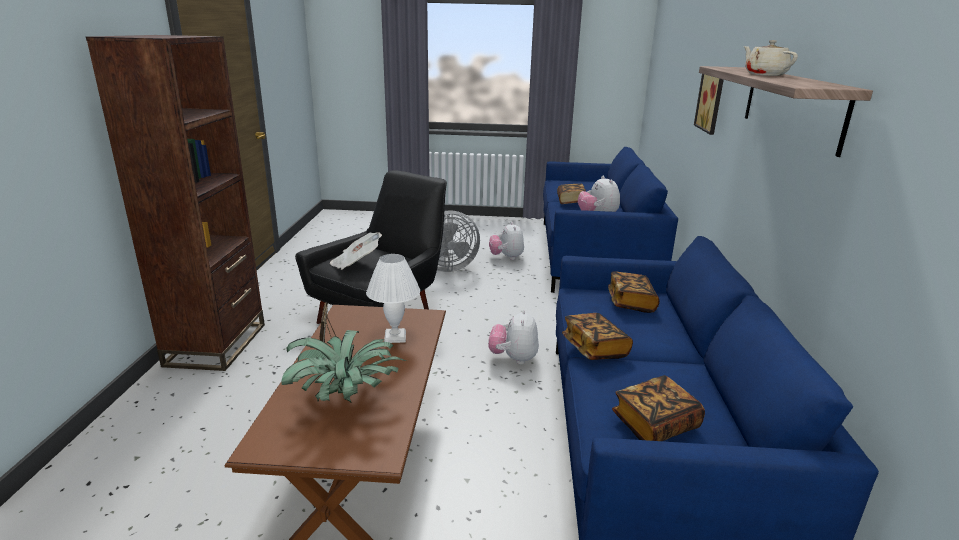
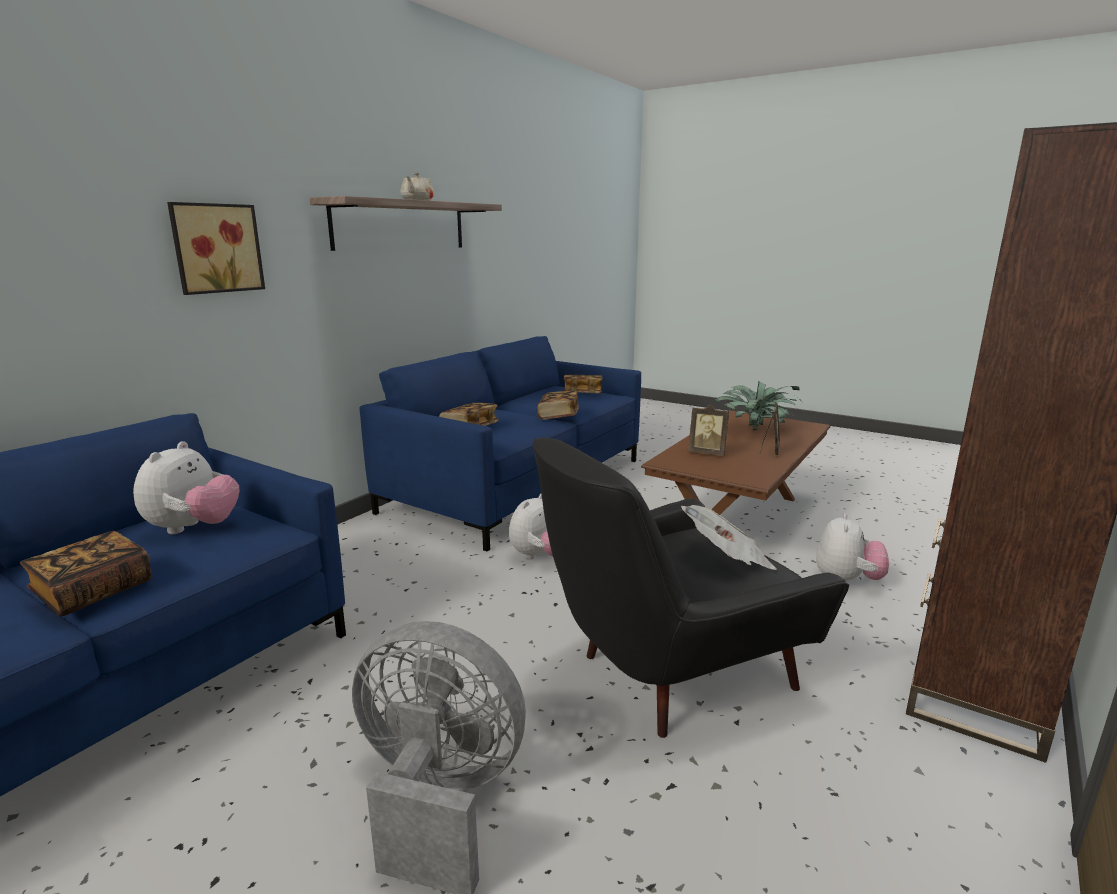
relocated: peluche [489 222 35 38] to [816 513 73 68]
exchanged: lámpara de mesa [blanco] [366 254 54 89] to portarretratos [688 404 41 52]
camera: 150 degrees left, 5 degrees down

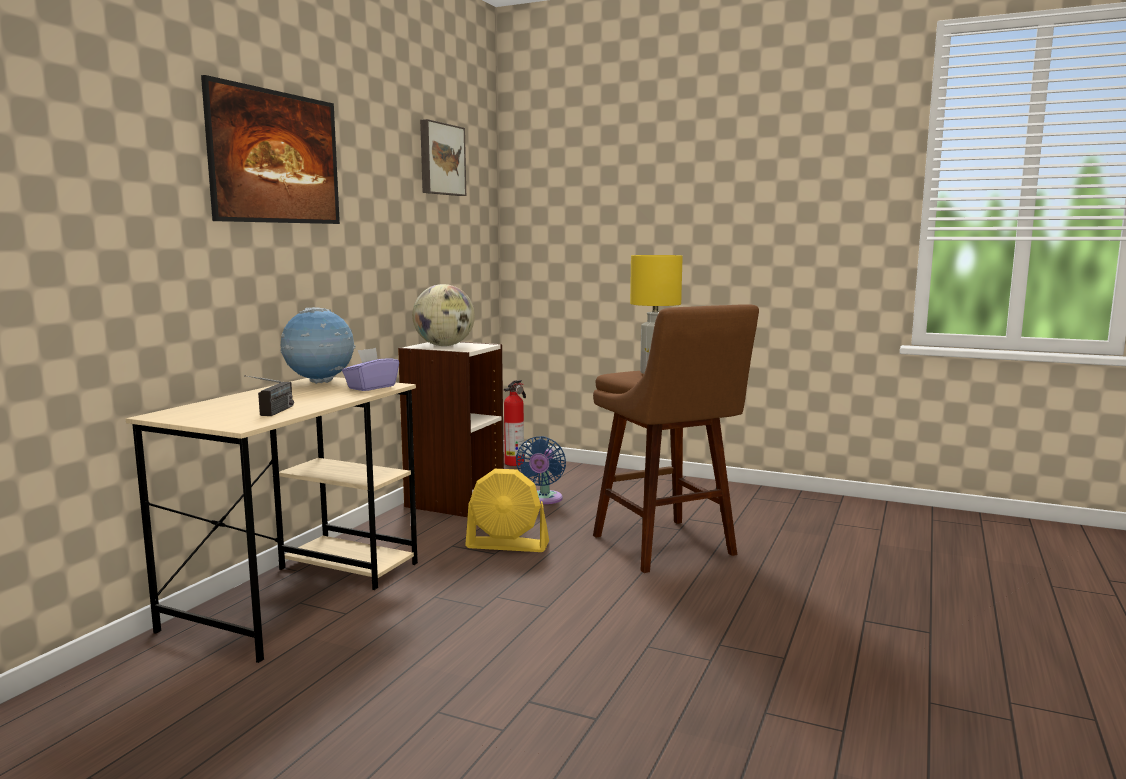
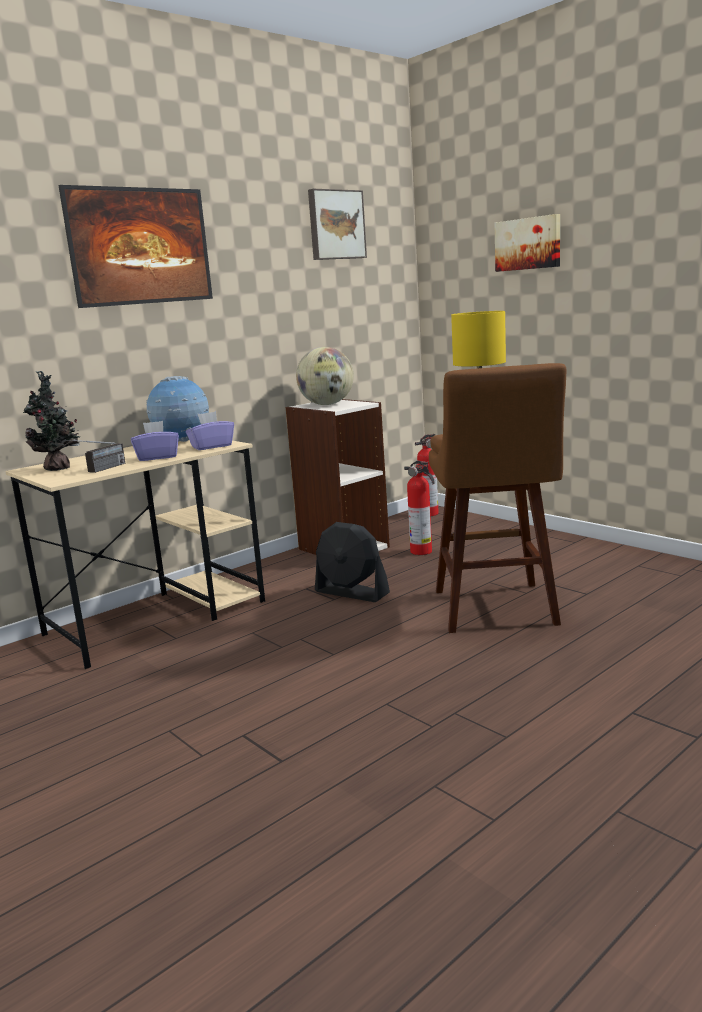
appeared: cuadro [495 214 65 58]; planta en maceta [23 371 57 100]; caja de pañuelos [morado] [131 421 48 40]
exchanged: ventilador [azul] [516 436 50 68] to extintor [404 460 30 95]
colour: ventilador [amarillo] [465 469 84 83] to ventilador [negro] [315 522 75 80]
camera: 25 degrees right, 5 degrees up

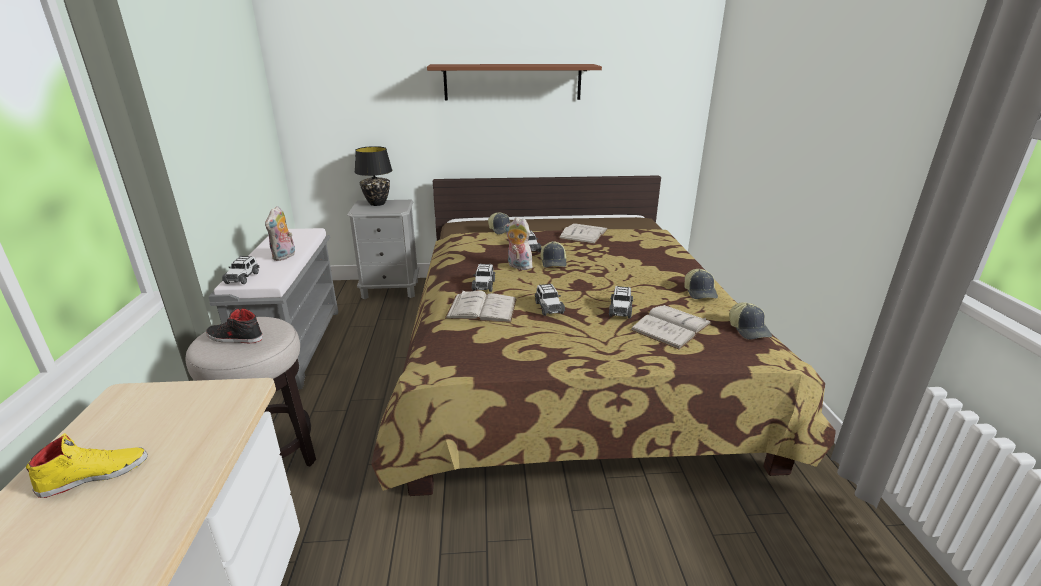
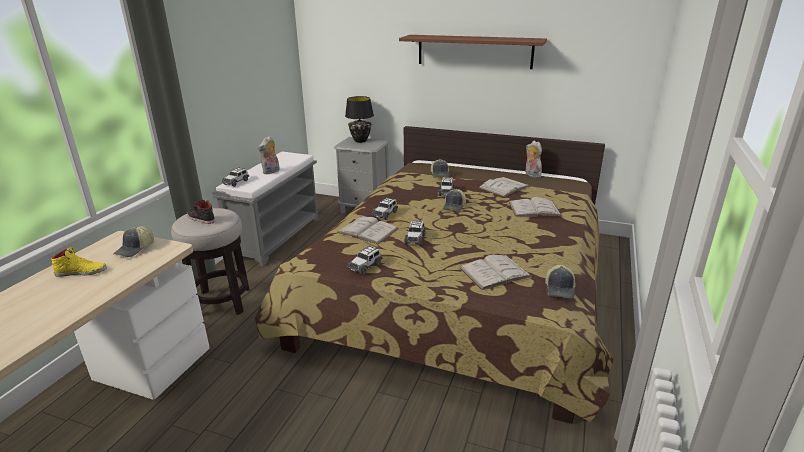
appeared: libro [blanco] [509 197 53 20]
relocated: peluche [505 217 28 53] to [525 141 17 37]; gorra [684 269 34 30] to [113 226 41 31]; coche de juguete [609 286 24 33] to [347 245 36 30]
camera: 25 degrees right, 0 degrees up

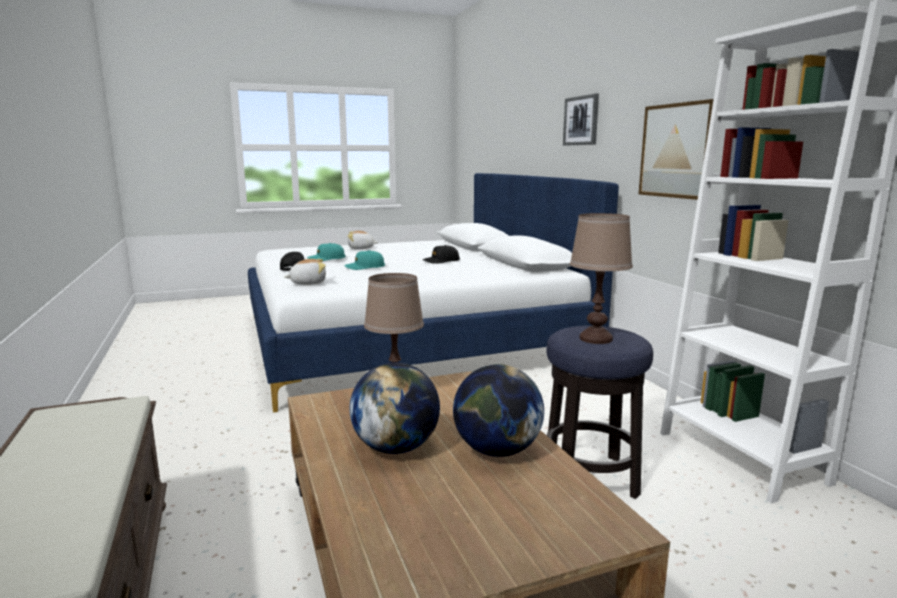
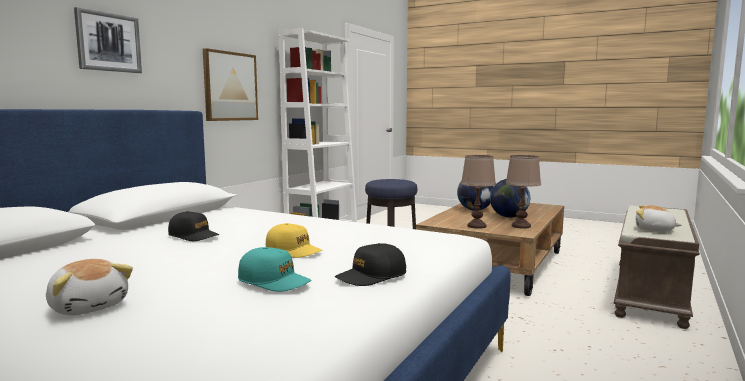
relocated: lámpara de mesa [marrón] [570 213 63 131] to [506 155 35 73]; peluche [285 259 41 26] to [636 205 46 27]
colour: gorra [turquesa] [344 250 41 20] to gorra [amarillo] [266 223 57 35]
camera: 130 degrees left, 5 degrees down

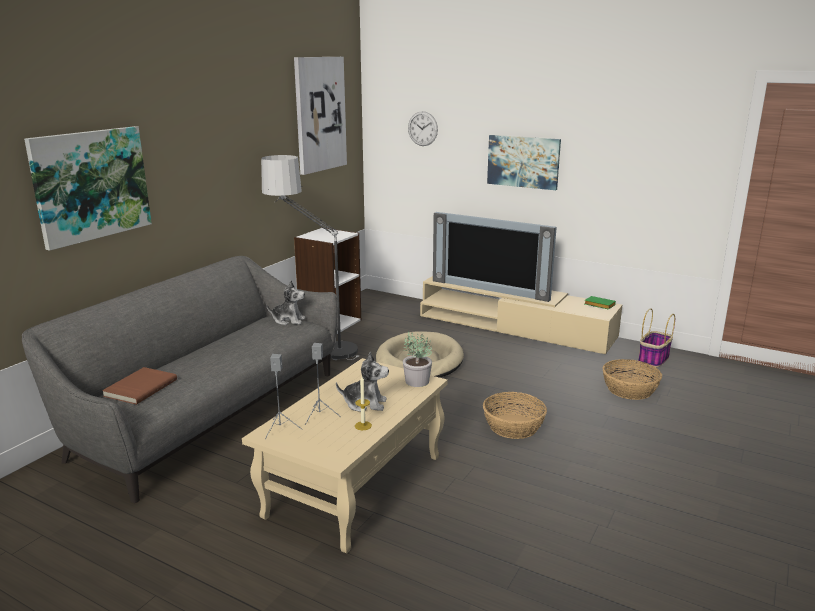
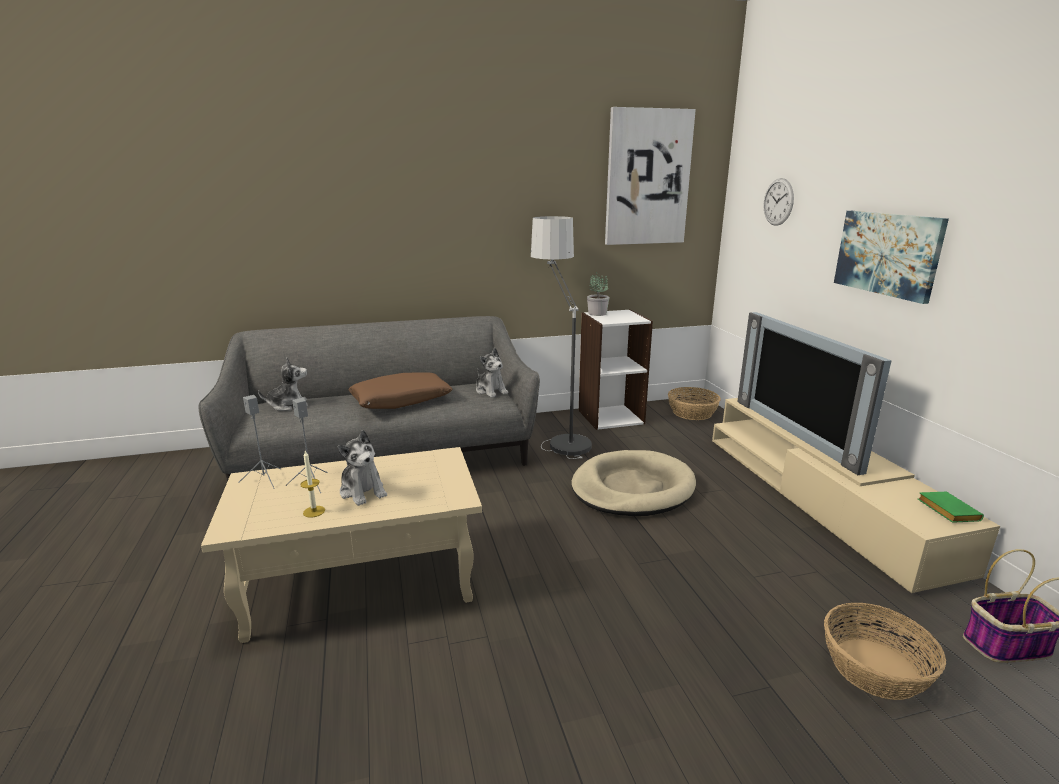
missing: cuadro [24 126 128 125]
appeared: cojín [marrón] [348 372 105 37]
relocated: planta en maceta [403 331 29 56] to [587 272 23 44]; cesta [483 392 64 47] to [668 387 53 33]
exchanged: libro [marrón] [102 367 75 38] to peluche [258 357 50 54]
camera: 45 degrees right, 0 degrees up

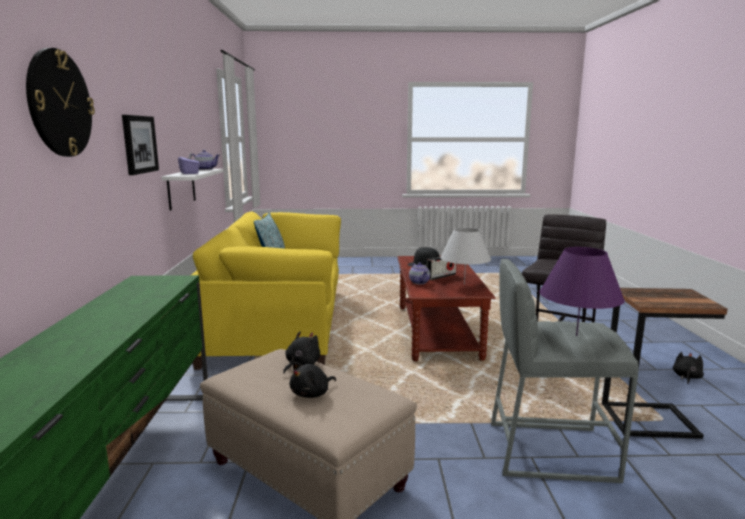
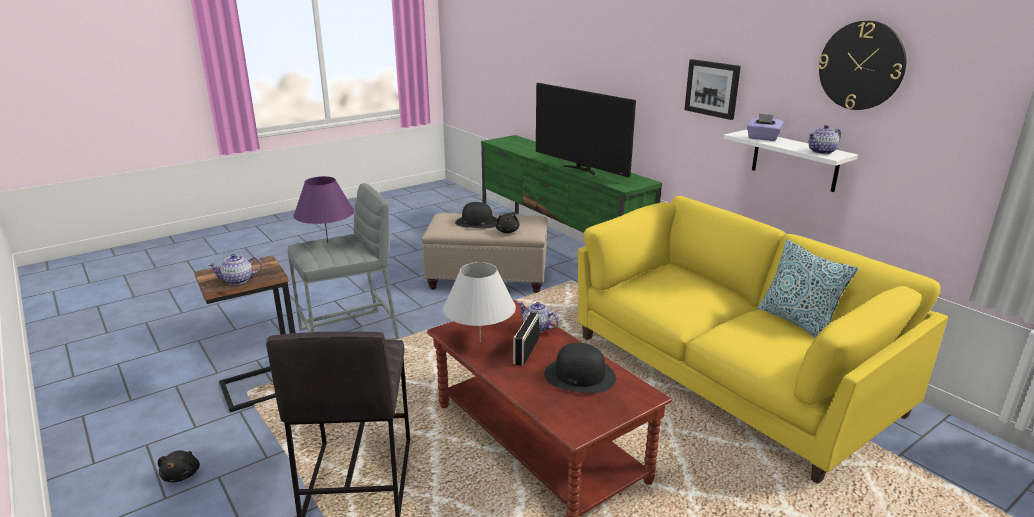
appeared: televisor [536 83 100 95]; tetera [208 254 54 31]
relocated: reloj de pared [26 48 69 109] to [818 20 88 90]
exchanged: peluche [negro] [290 362 46 36] to sombrero [negro] [455 202 42 26]
camera: 145 degrees right, 10 degrees up

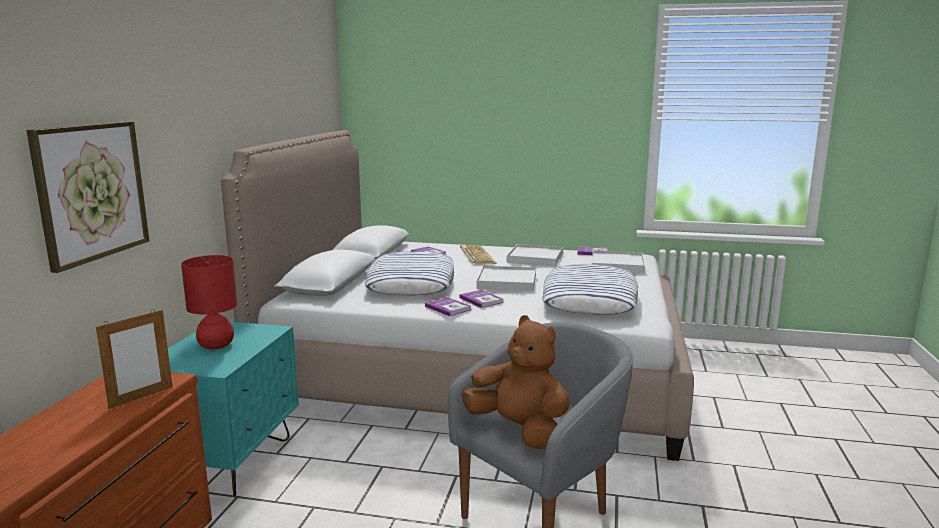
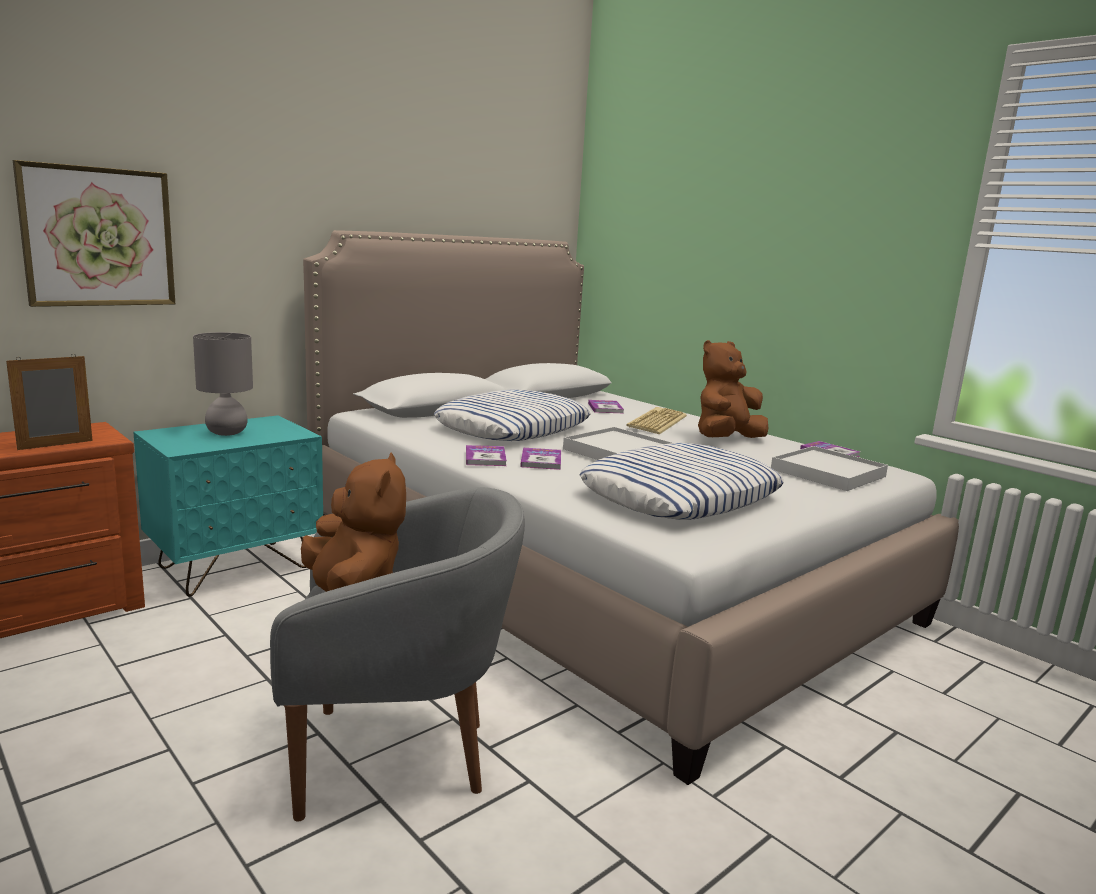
exchanged: bandeja [blanco] [506 244 57 22] to peluche [marrón] [698 340 71 98]
colour: lámpara de mesa [rojo] [181 255 56 94] to lámpara de mesa [gris] [193 332 60 104]
spun: portarretratos [96 309 77 100] = [6 355 87 95] 150 degrees clockwise
camera: 35 degrees right, 0 degrees up

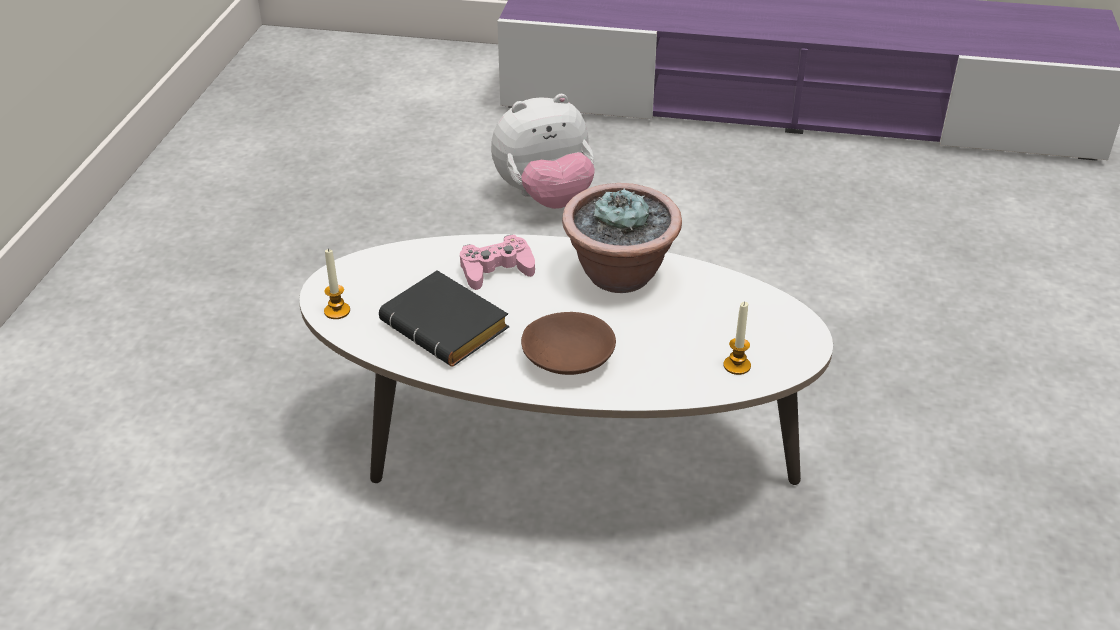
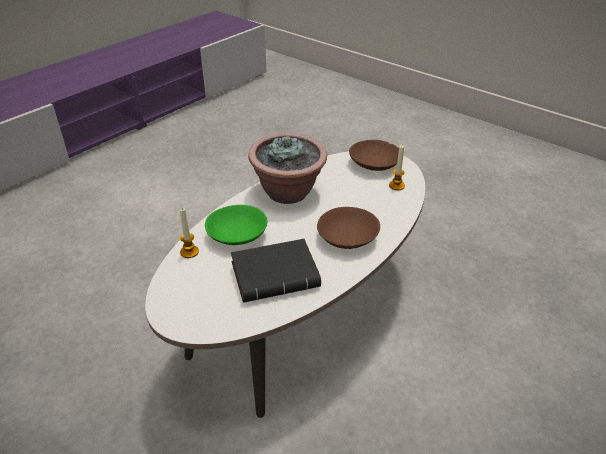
missing: peluche [491 94 104 115]
appeared: cuenco [marrón] [349 140 50 31]
relocated: vela [324 248 26 71] to [180 208 19 50]
exchanged: mando de consola [rosa] [460 234 75 56] to cuenco [verde] [205 205 62 40]
camera: 60 degrees left, 0 degrees up

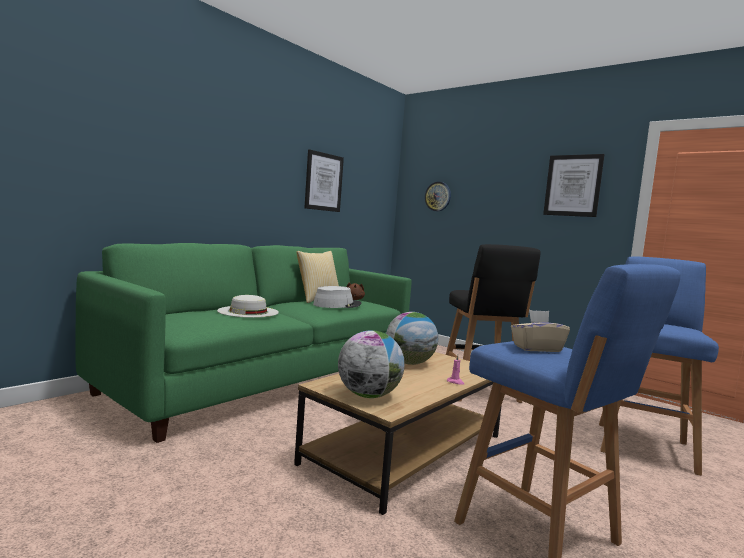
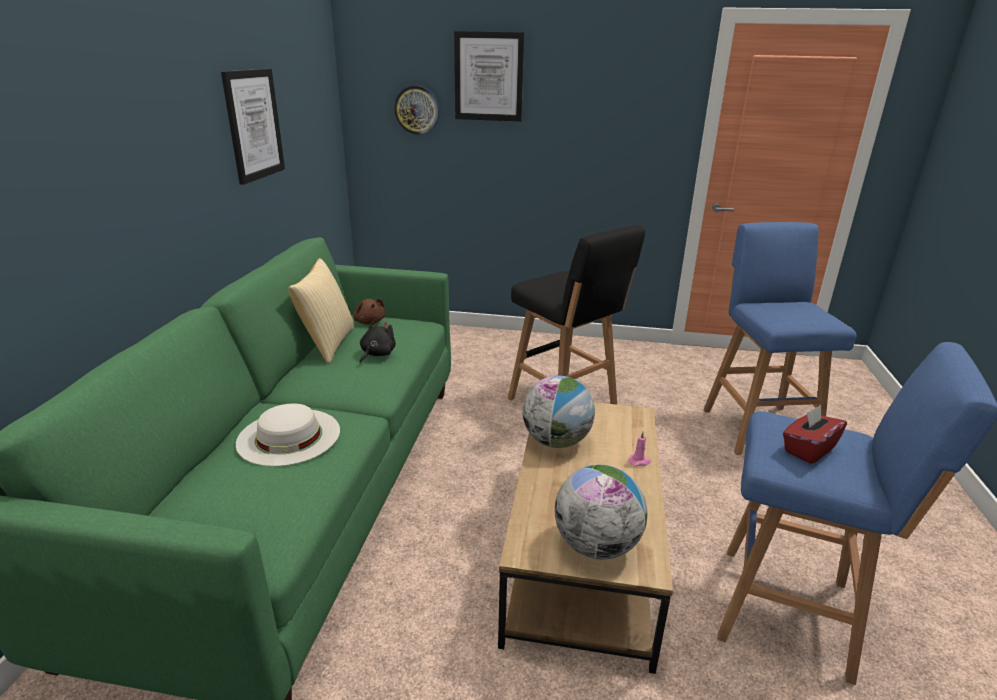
relocated: cuadro [543 154 62 63] to [454 31 70 90]
exchanged: sombrero [gris] [313 286 48 22] to peluche [negro] [360 321 36 43]
colour: caja de pañuelos [beis] [511 310 59 42] to caja de pañuelos [rojo] [783 405 64 59]
camera: 30 degrees left, 20 degrees up

